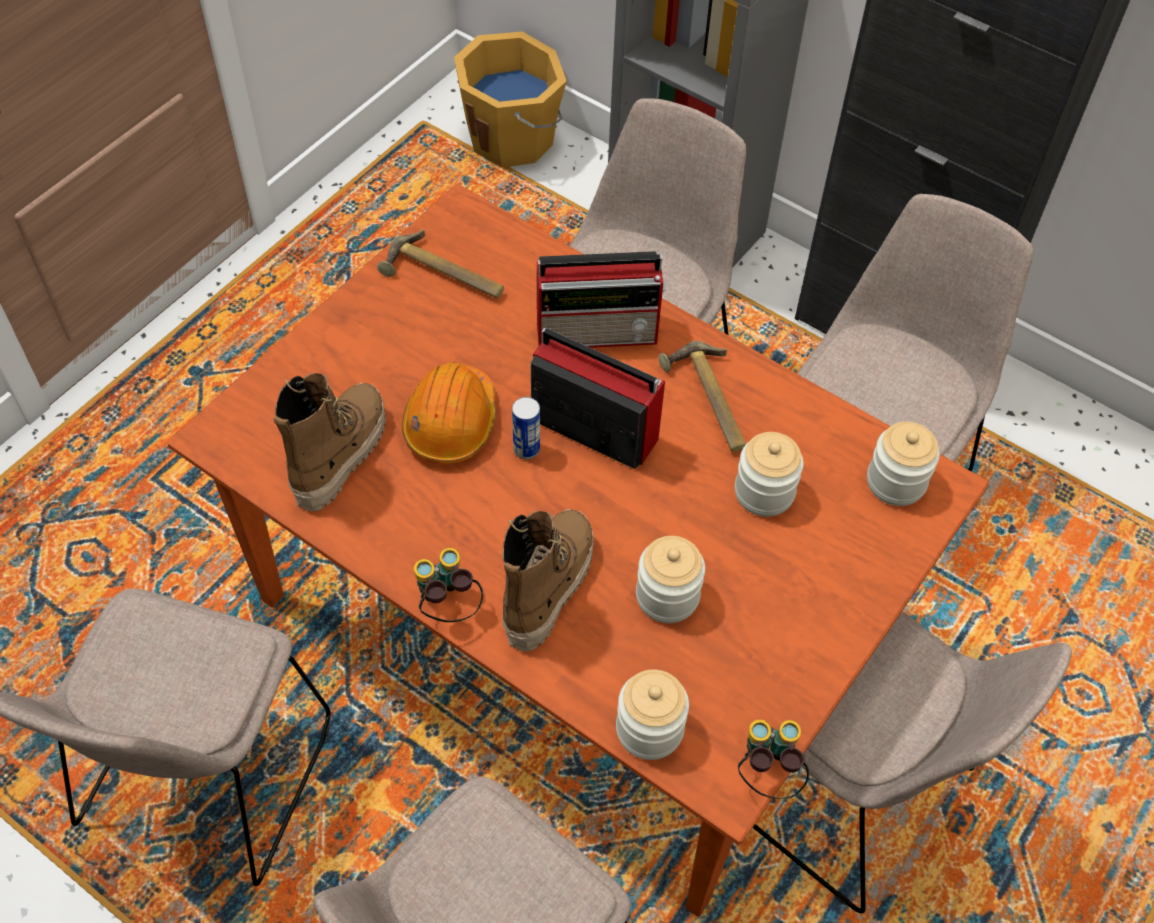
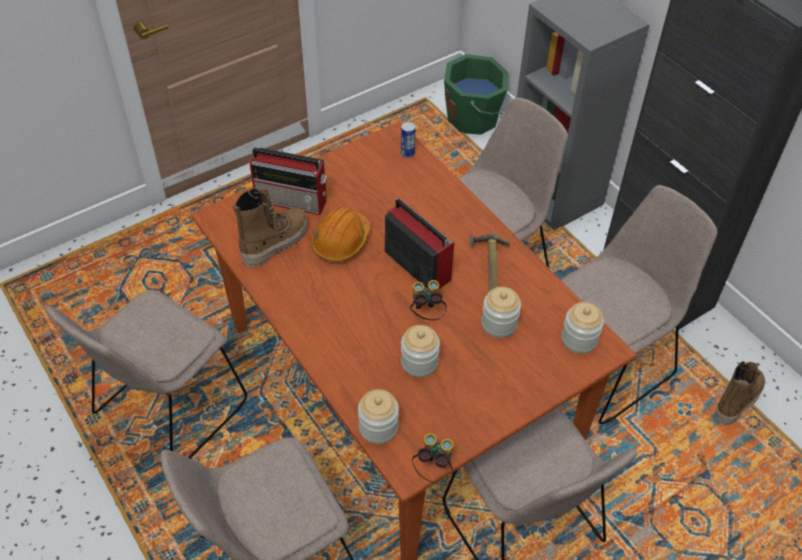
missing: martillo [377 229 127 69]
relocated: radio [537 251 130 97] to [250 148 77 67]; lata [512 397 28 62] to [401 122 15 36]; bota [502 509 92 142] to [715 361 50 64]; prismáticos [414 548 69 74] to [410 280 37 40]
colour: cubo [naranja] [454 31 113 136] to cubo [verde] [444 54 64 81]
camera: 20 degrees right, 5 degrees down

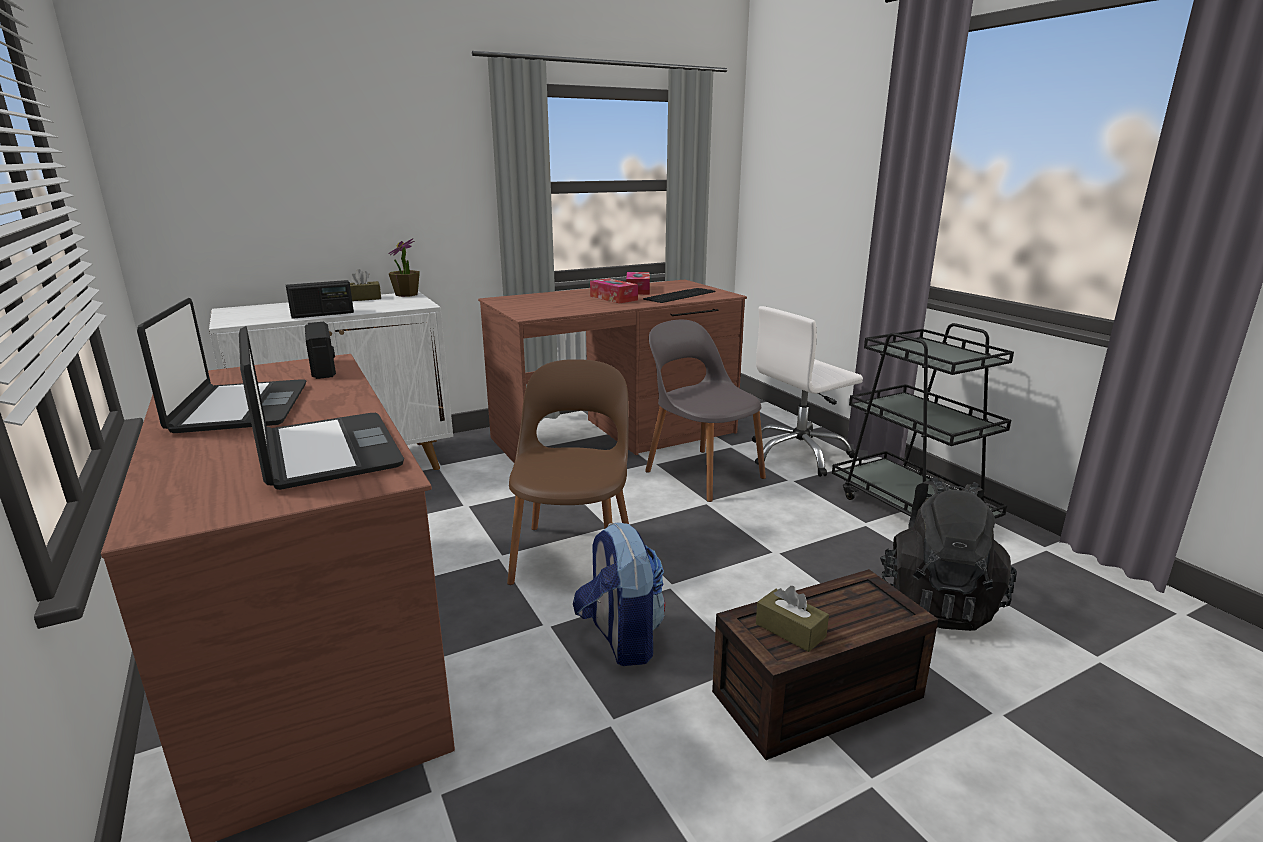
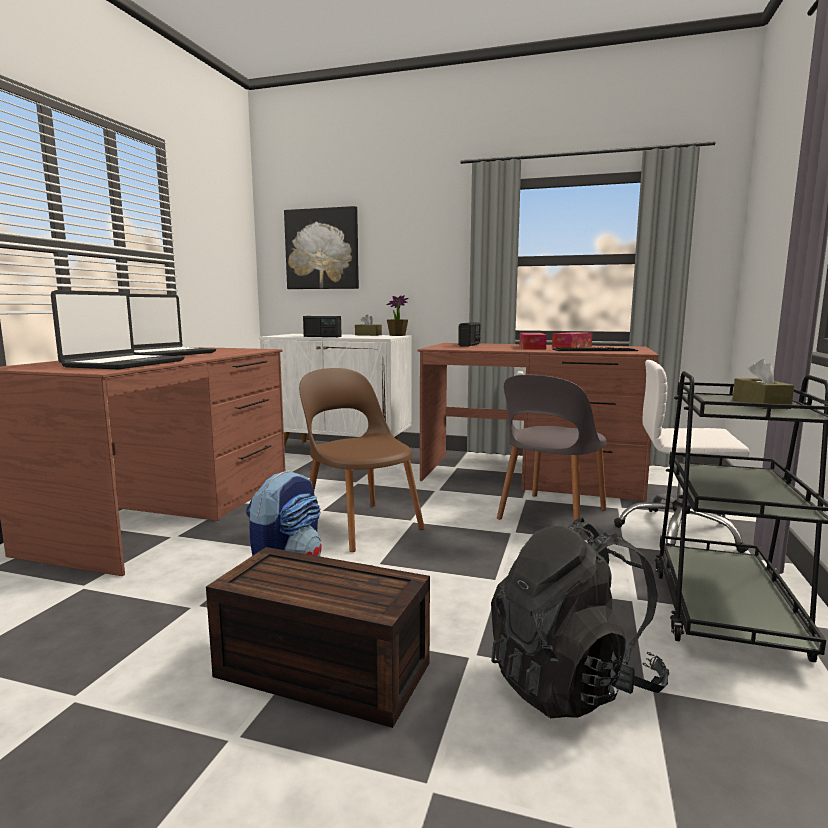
appeared: cuadro [284 206 75 83]
relocated: radio [305 322 31 57] to [458 322 22 25]; caja de pañuelos [marrón] [756 586 73 66] to [732 359 62 50]
spun: silla [gris] [645 319 121 183] = [497 375 110 160] 150 degrees counterclockwise; silla [marrón] [507 359 122 226] = [299 368 126 184] 90 degrees counterclockwise
camera: 45 degrees right, 10 degrees down

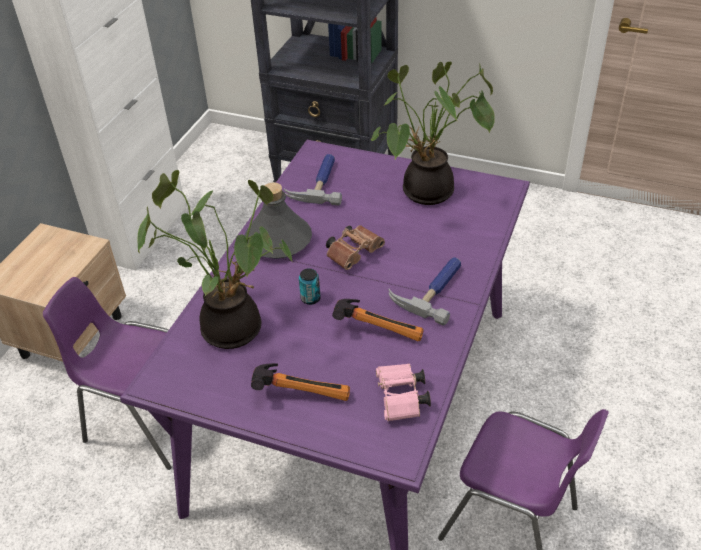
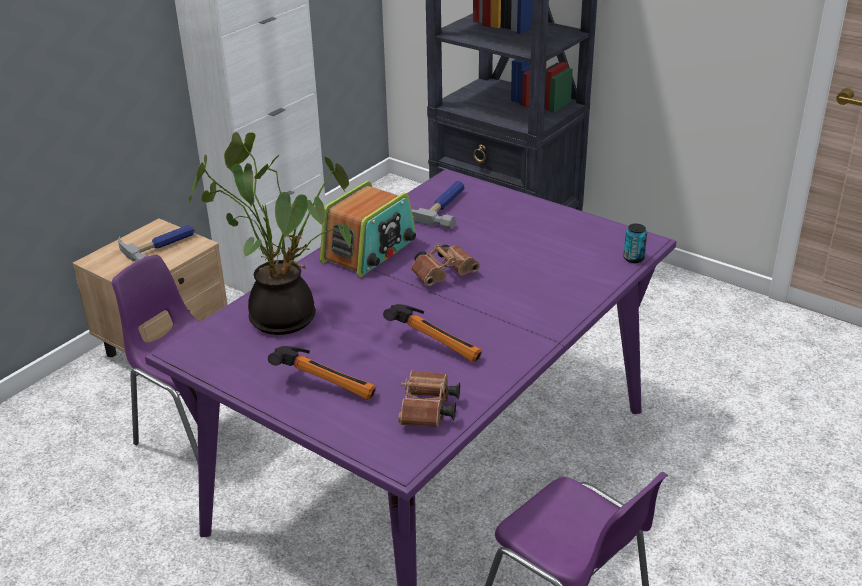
missing: planta en maceta [371 62 124 143]
relocated: martillo [388 257 73 69] to [118 225 77 37]; lata [299 268 22 37] to [623 223 24 40]
exchanged: botella [gris] [244 182 68 77] to radio [320 181 96 96]
colour: prismáticos [rosa] [376 364 55 57] to prismáticos [marrón] [398 370 62 57]
camera: 15 degrees right, 10 degrees down

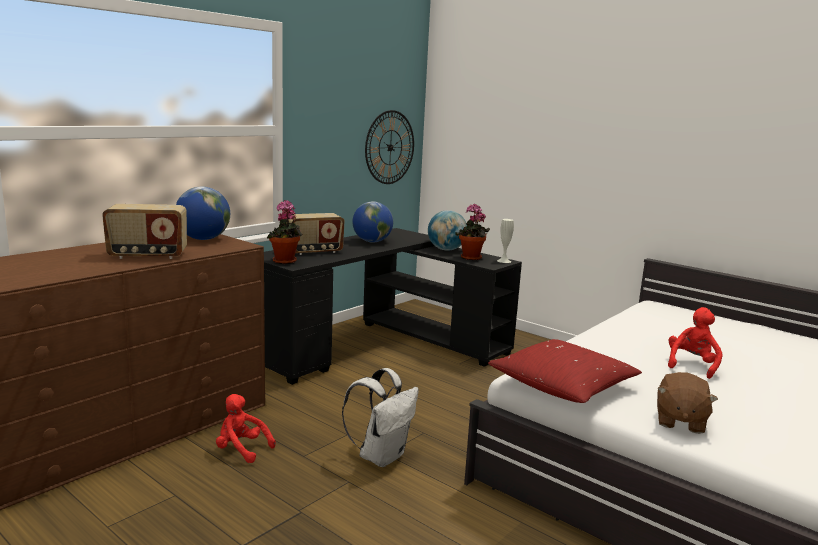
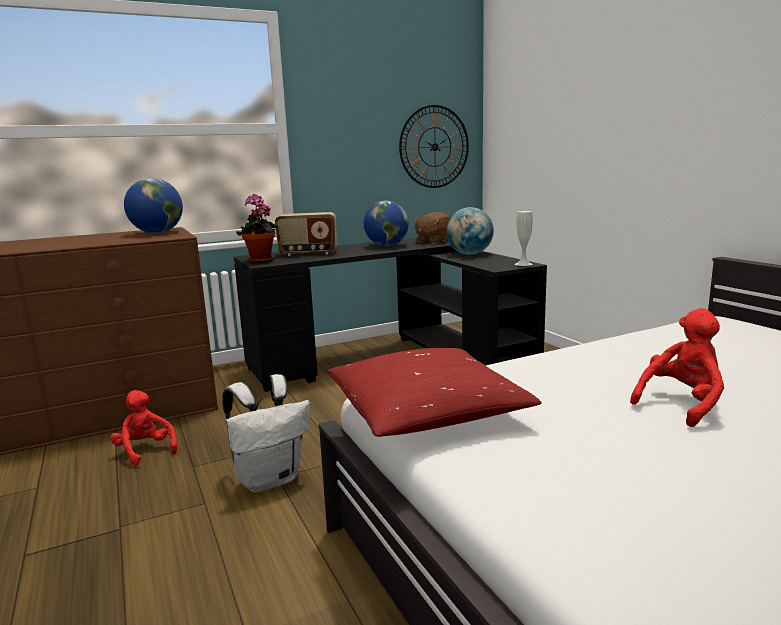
missing: radio [102 204 85 55]; planta en maceta [455 204 35 56]
relocated: peluche [marrón] [657 372 61 62] to [414 212 37 32]
camera: 25 degrees right, 0 degrees up

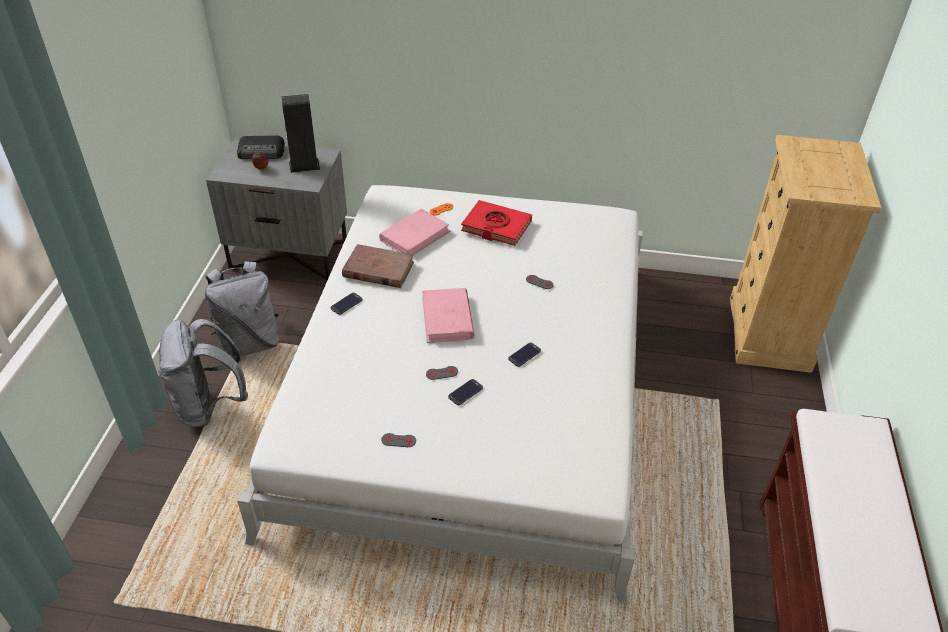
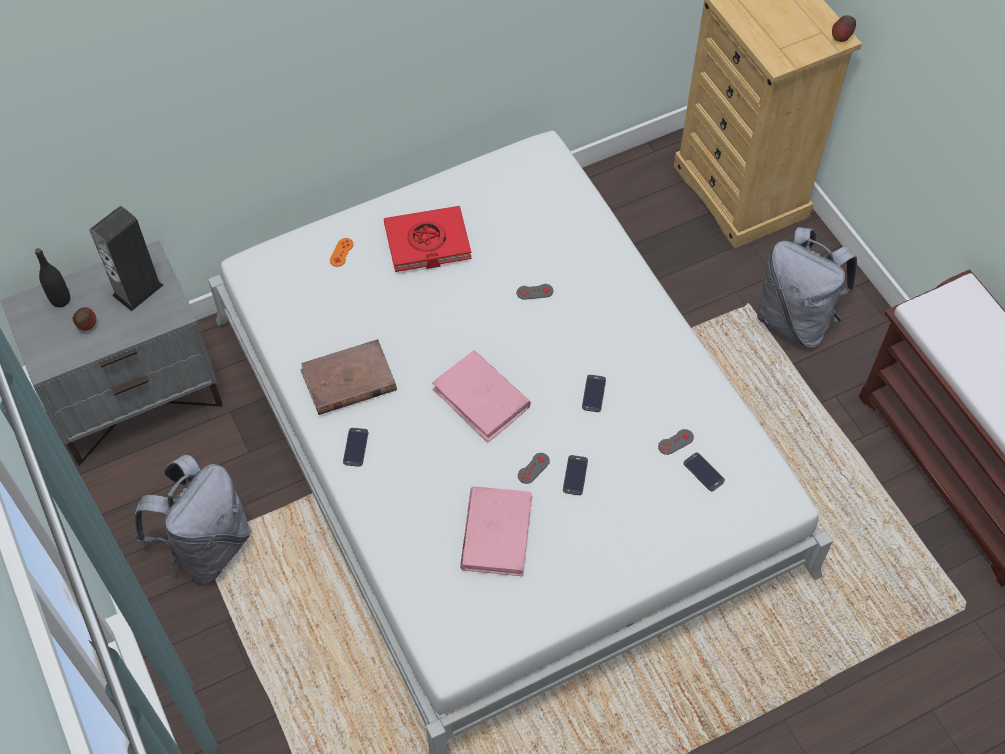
appeared: manzana [832 15 24 27]; móvil [684 453 41 38]
relocated: libro [rosa] [379 209 71 46] to [460 486 72 90]; mochila [gris] [158 319 90 109] to [757 227 100 120]; mando de consola [gris] [381 433 35 14] to [658 429 36 26]
exchanged: radio [237 135 48 24] to botella [negro] [35 248 35 59]
camera: 35 degrees left, 15 degrees up

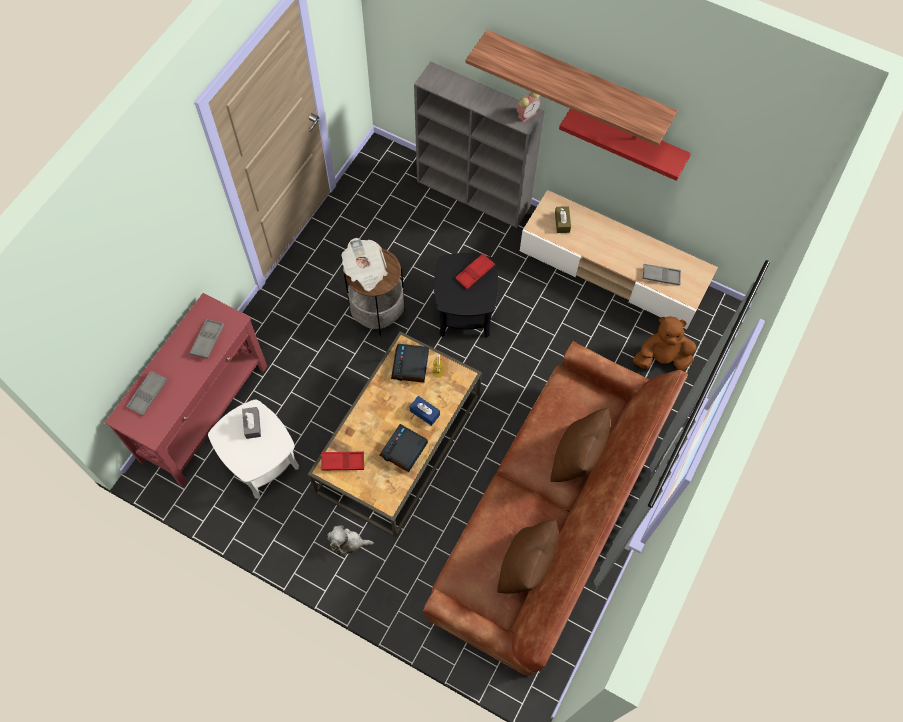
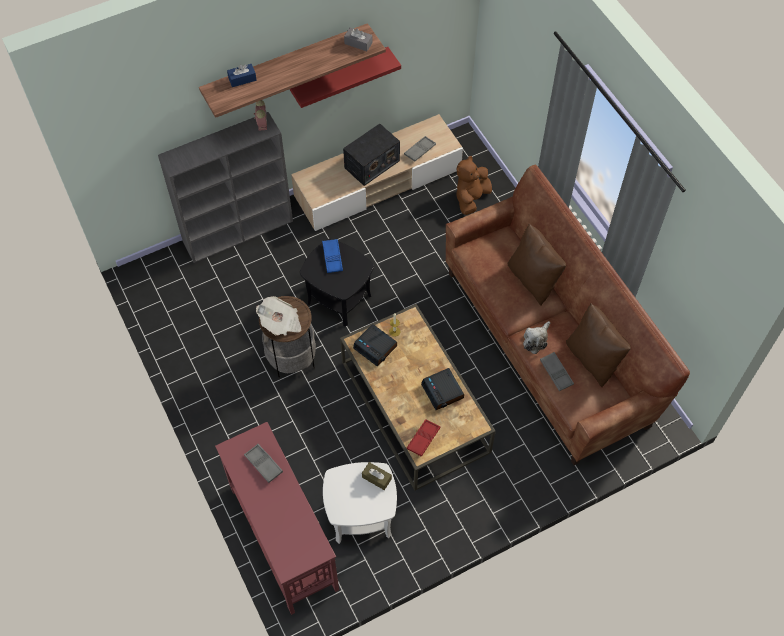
appeared: radio [343 123 57 63]
relocated: caja de pañuelos [marrón] [555 206 16 27] to [362 462 30 28]; bandeja [gris] [127 370 40 46] to [540 352 34 39]; caja de pañuelos [azul] [410 396 30 30] to [227 64 30 23]; caja de pañuelos [gris] [242 407 19 32] to [344 28 29 23]; peluche [327 525 47 31] to [523 321 27 33]
colour: bandeja [rojo] [455 253 40 36] to bandeja [azul] [322 239 21 34]
camera: 55 degrees left, 5 degrees down

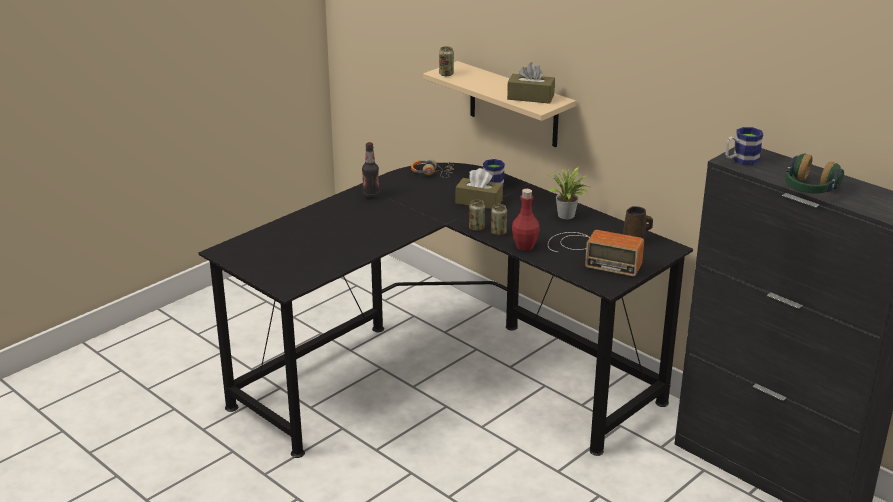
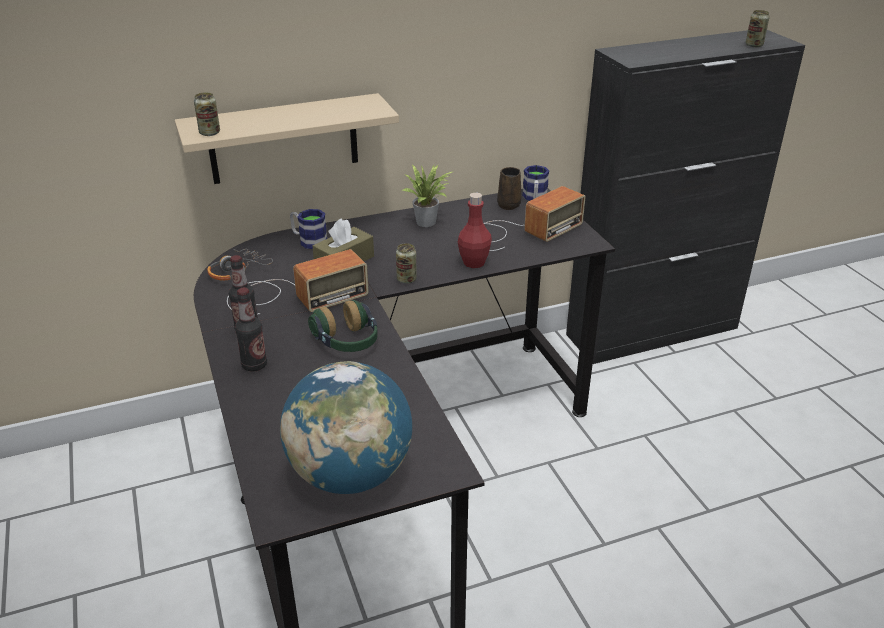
missing: caja de pañuelos [marrón] [507 62 48 42]
appeared: radio [227 249 142 66]; botella [235 288 32 84]; globo terráqueo [280 361 132 133]
relocated: taza grande [725 127 39 38] to [522 165 27 36]; auriculares [785 154 59 40] to [308 300 69 52]; lata [491 204 16 32] to [745 10 25 37]
camera: 65 degrees left, 5 degrees up

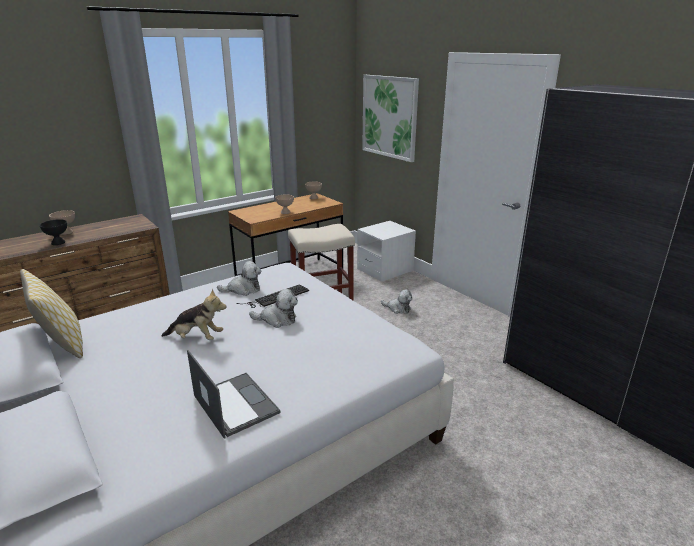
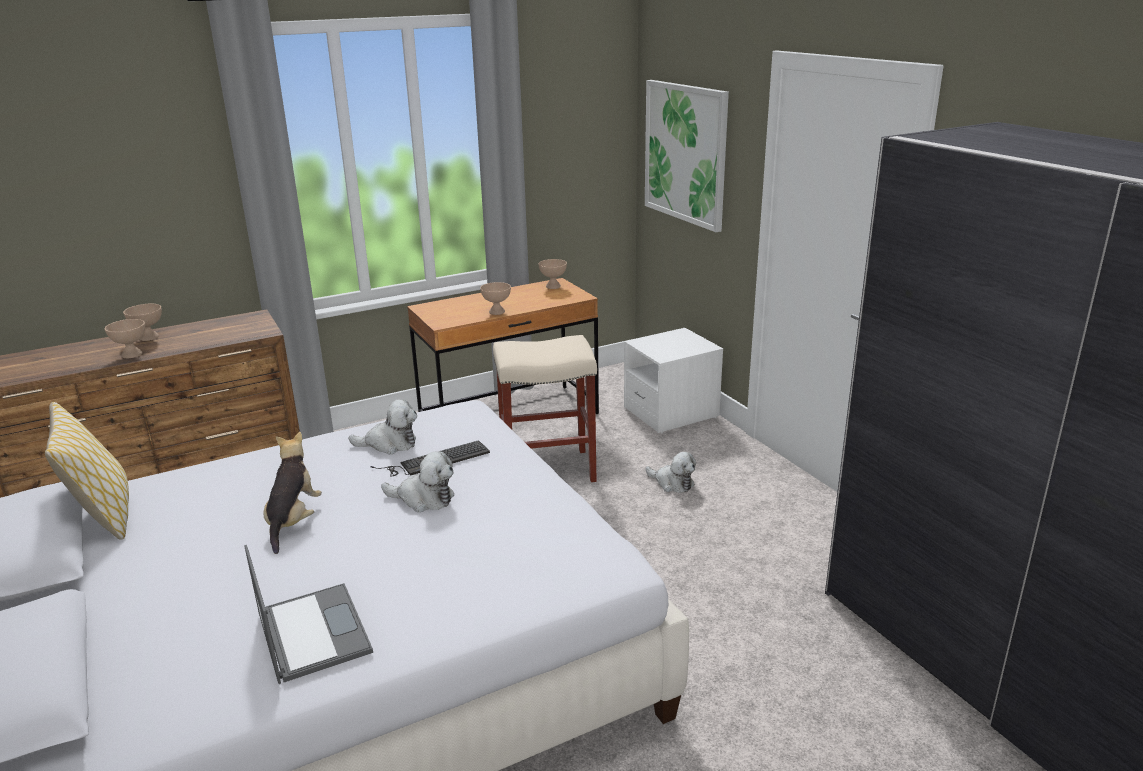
colour: cuenco [negro] [39 219 28 26] to cuenco [beis] [105 319 40 39]
spun: peluche [162 289 65 51] = [263 432 59 122] 105 degrees counterclockwise
camera: 10 degrees right, 0 degrees up

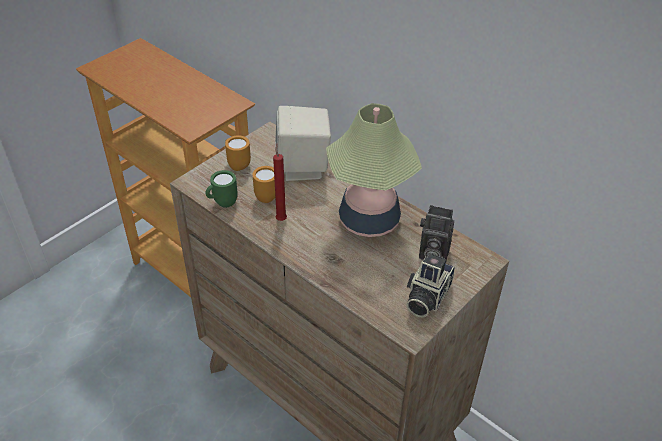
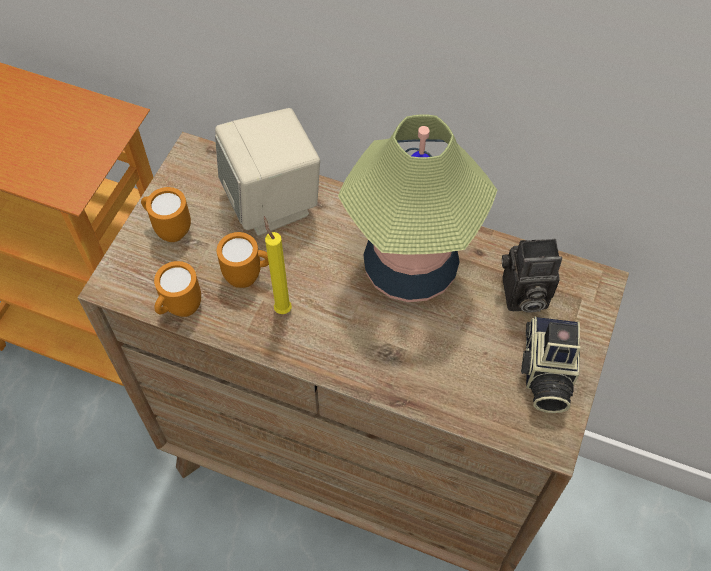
colour: vela [rojo] [273 143 14 78] to vela [amarillo] [264 217 28 97]; taza grande [verde] [205 170 33 38] to taza grande [naranja] [154 261 47 56]
camera: 20 degrees left, 15 degrees up

